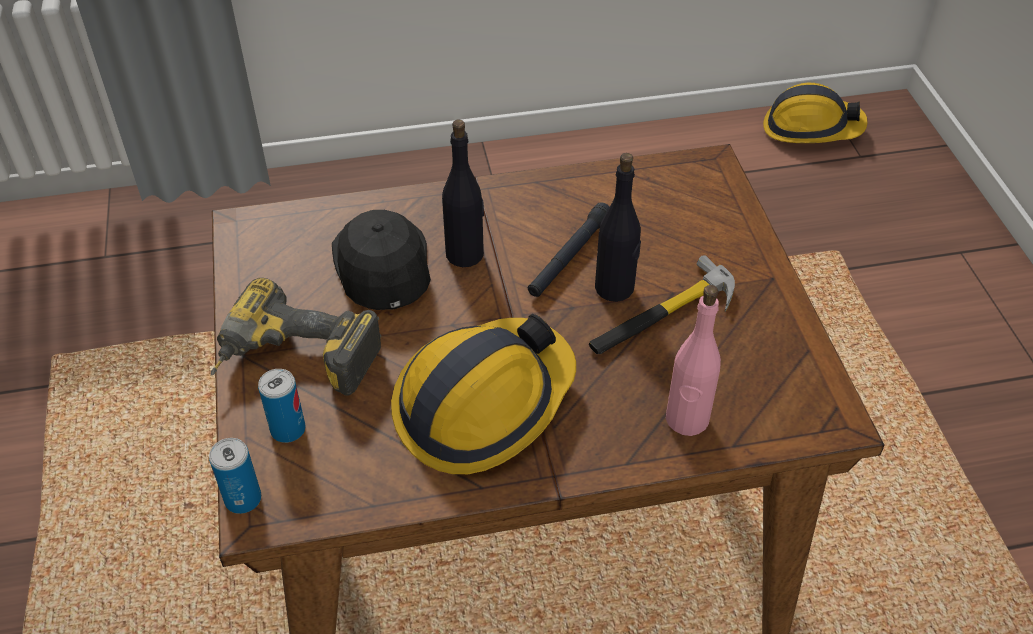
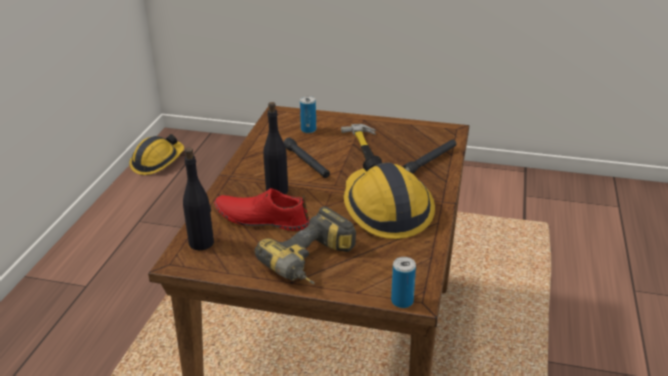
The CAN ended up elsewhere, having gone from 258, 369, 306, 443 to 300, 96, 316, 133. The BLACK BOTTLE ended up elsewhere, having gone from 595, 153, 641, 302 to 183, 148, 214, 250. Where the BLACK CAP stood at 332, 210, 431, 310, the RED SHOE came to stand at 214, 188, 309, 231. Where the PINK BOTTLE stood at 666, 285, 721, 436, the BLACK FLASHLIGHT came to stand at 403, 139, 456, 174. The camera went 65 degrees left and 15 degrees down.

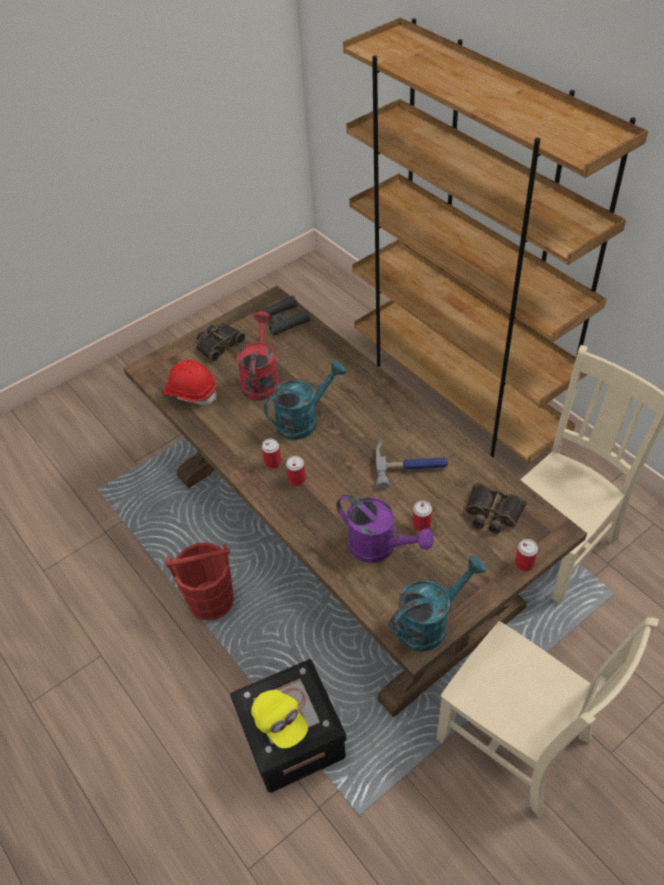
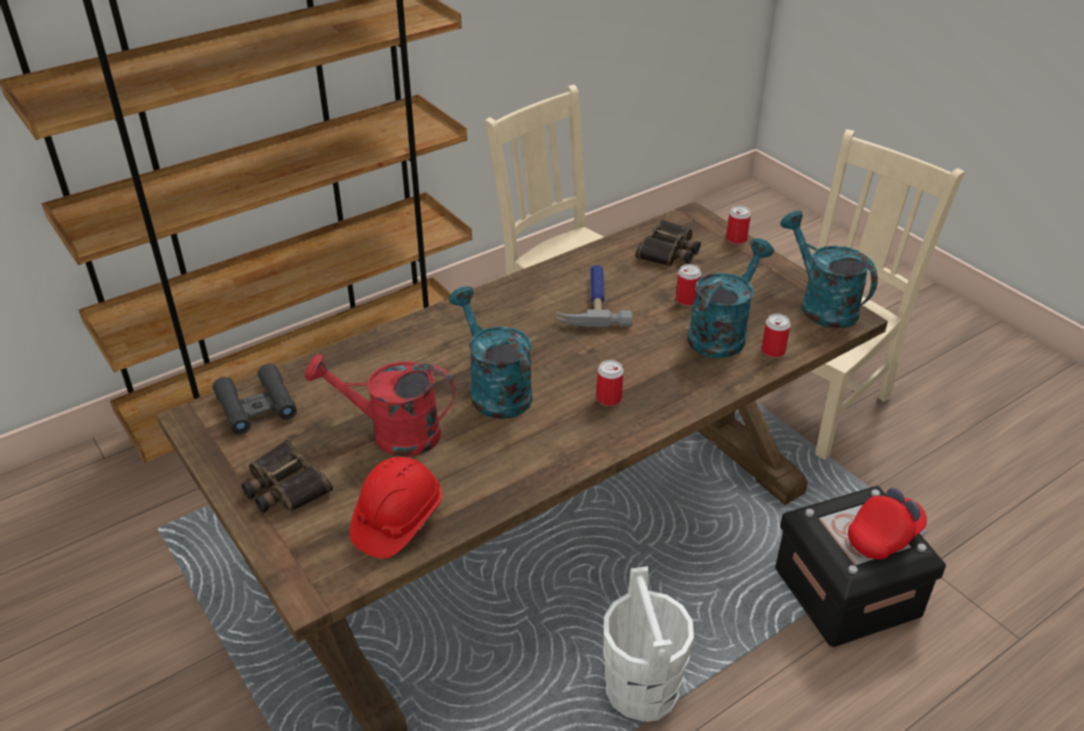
The CAN ended up elsewhere, having gone from 262, 439, 281, 468 to 761, 314, 791, 358. What was the RED BUCKET at 166, 543, 234, 620 turned into the WHITE BUCKET at 604, 566, 694, 722. What was the YELLOW CAP at 251, 690, 308, 748 turned into the RED CAP at 848, 488, 927, 559. What was the PURPLE WATERING CAN at 336, 495, 434, 563 turned into the TURQUOISE WATERING CAN at 687, 238, 774, 358. The camera went 90 degrees left and 10 degrees down.

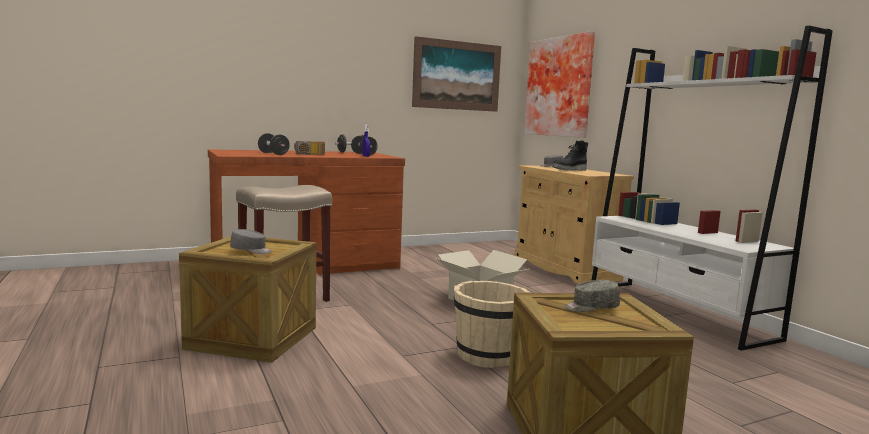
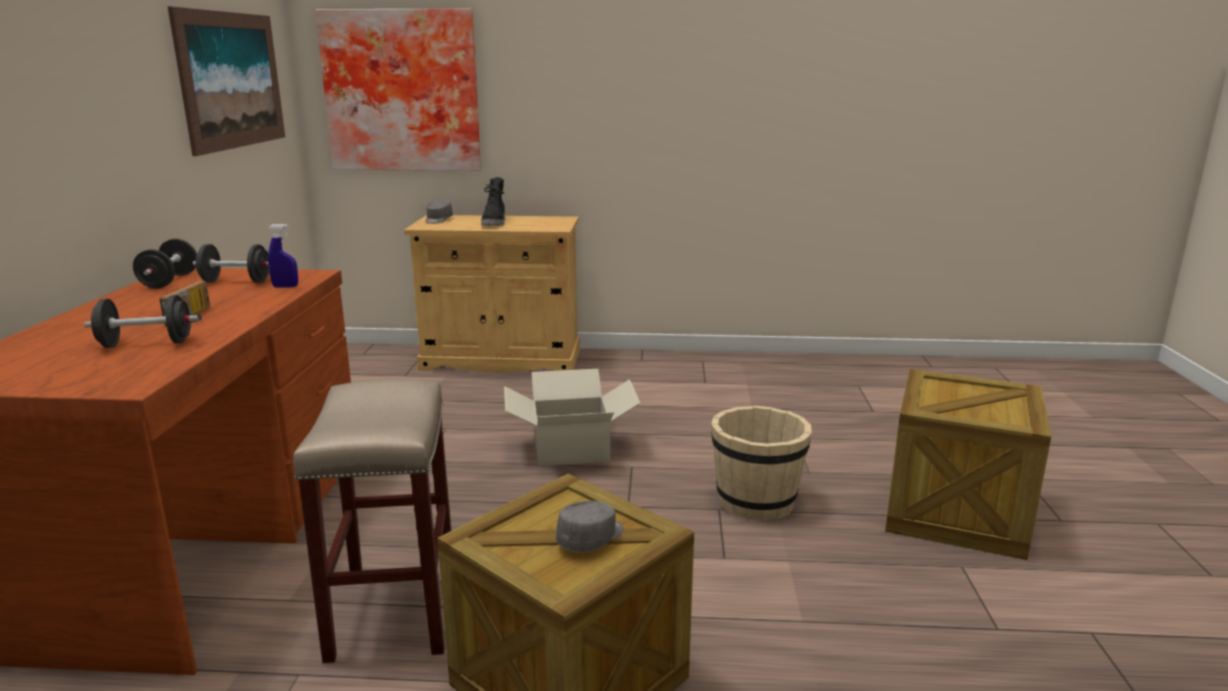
The second view lost the GREY CAP at 564, 280, 620, 312. The second view lost the WHITE BOOKCASE at 591, 25, 833, 351. The camera went 60 degrees left and 10 degrees up.

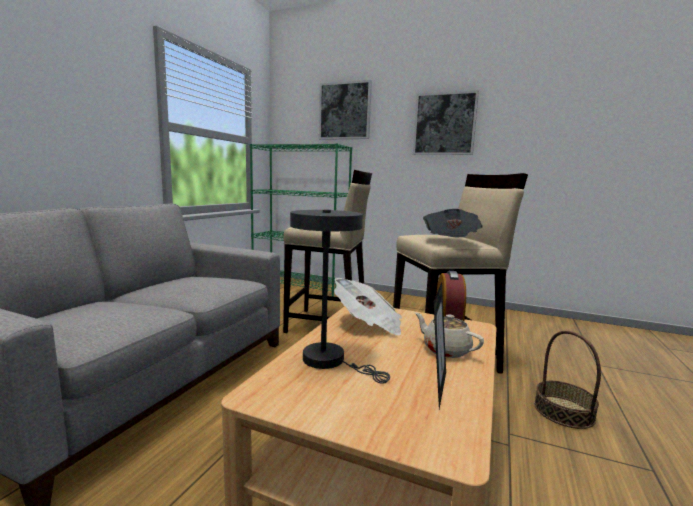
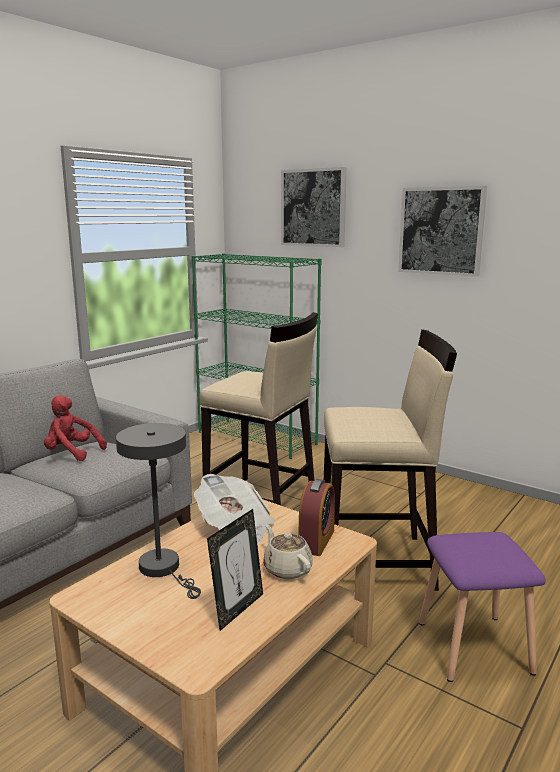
The second view lost the NEWSPAPER at 423, 209, 483, 237. The second view gained the RED PLUSH TOY at 44, 395, 107, 461. Where the BASKET stood at 534, 331, 601, 429, the PURPLE STOOL came to stand at 419, 532, 546, 682. The camera went 15 degrees right and 5 degrees up.

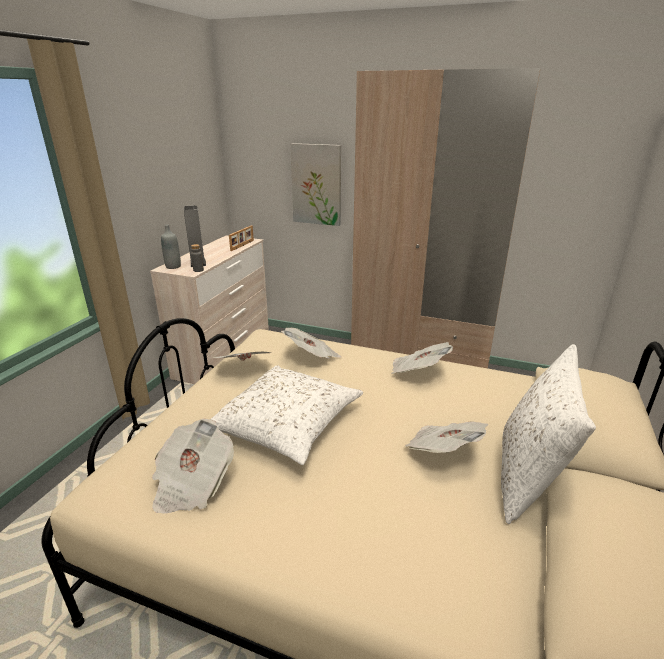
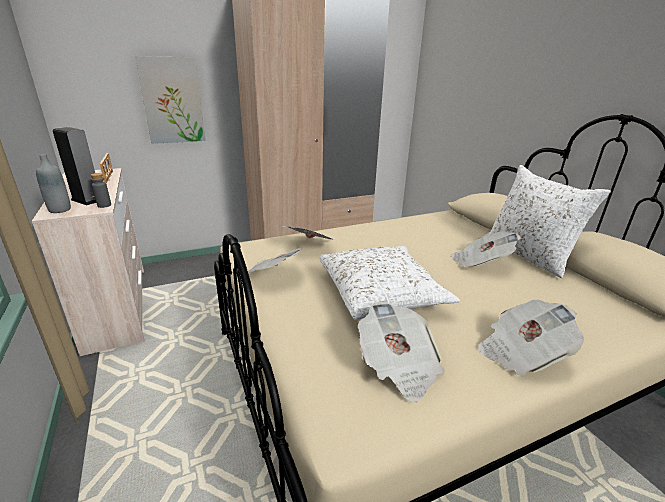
The NEWSPAPER ended up elsewhere, having gone from 391, 342, 453, 374 to 478, 299, 584, 376. The camera went 45 degrees left and 0 degrees up.

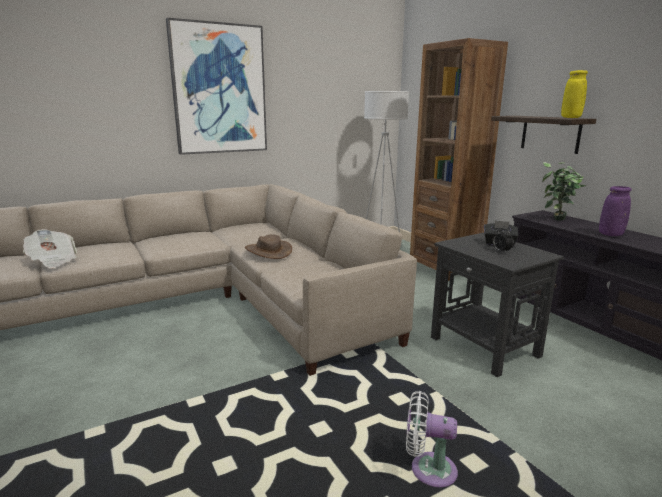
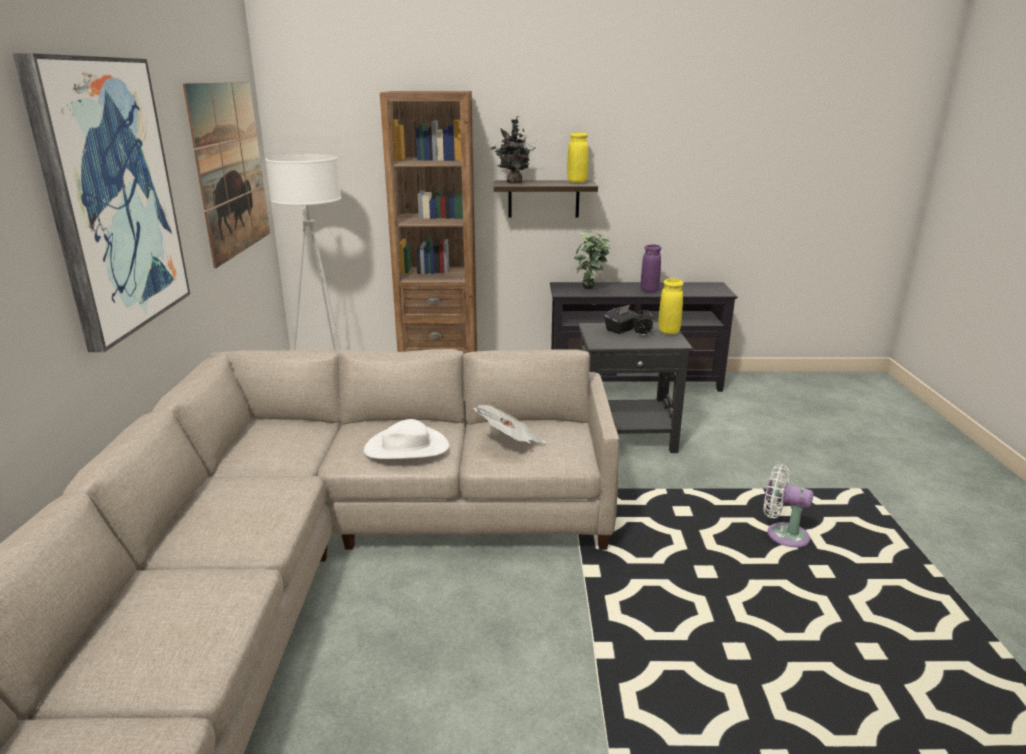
The second view gained the PICTURE at 183, 82, 270, 268. The second view gained the POTTED PLANT at 490, 116, 536, 184. The second view gained the YELLOW VASE at 658, 278, 684, 334. The NEWSPAPER ended up elsewhere, having gone from 23, 229, 77, 268 to 473, 405, 546, 443. What was the BROWN HAT at 245, 234, 292, 259 turned into the WHITE HAT at 363, 419, 449, 459. The WHITE FAN at 406, 391, 458, 488 ended up facing another way, 75 degrees clockwise from before. The camera went 60 degrees left and 5 degrees up.

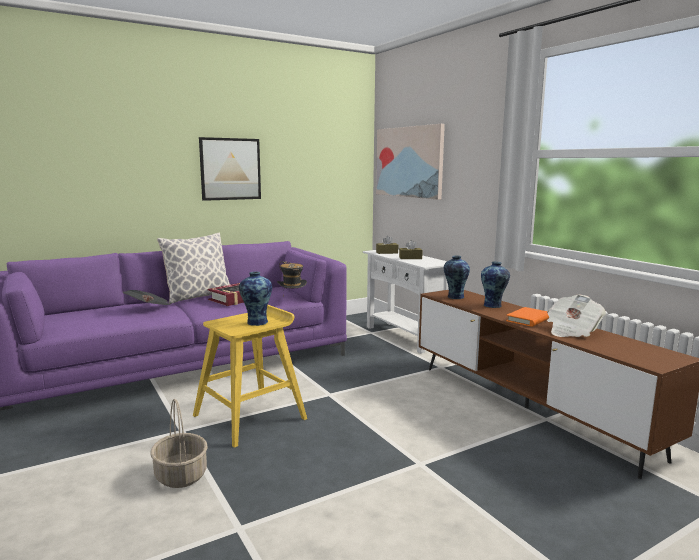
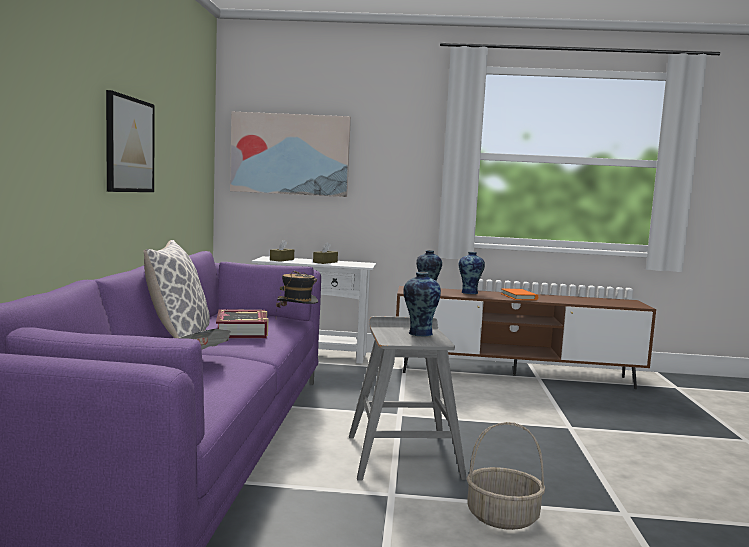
The second view lost the NEWSPAPER at 547, 295, 606, 337. What was the YELLOW STOOL at 193, 305, 307, 448 turned into the GREY STOOL at 349, 316, 467, 481. The camera went 55 degrees left and 5 degrees down.

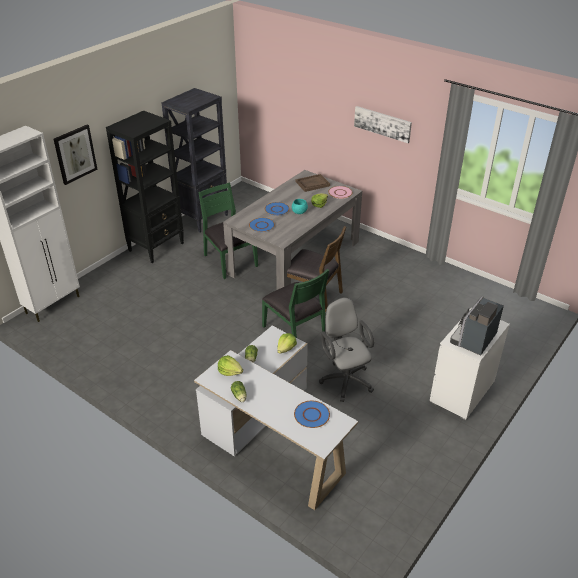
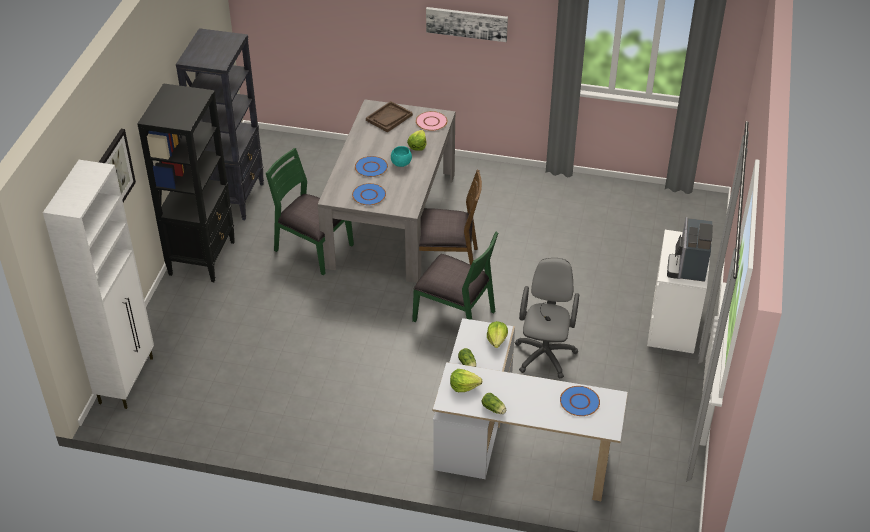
The GREY OFFICE CHAIR at 319, 297, 374, 402 ended up facing another way, 60 degrees clockwise from before. The camera went 25 degrees left and 5 degrees up.

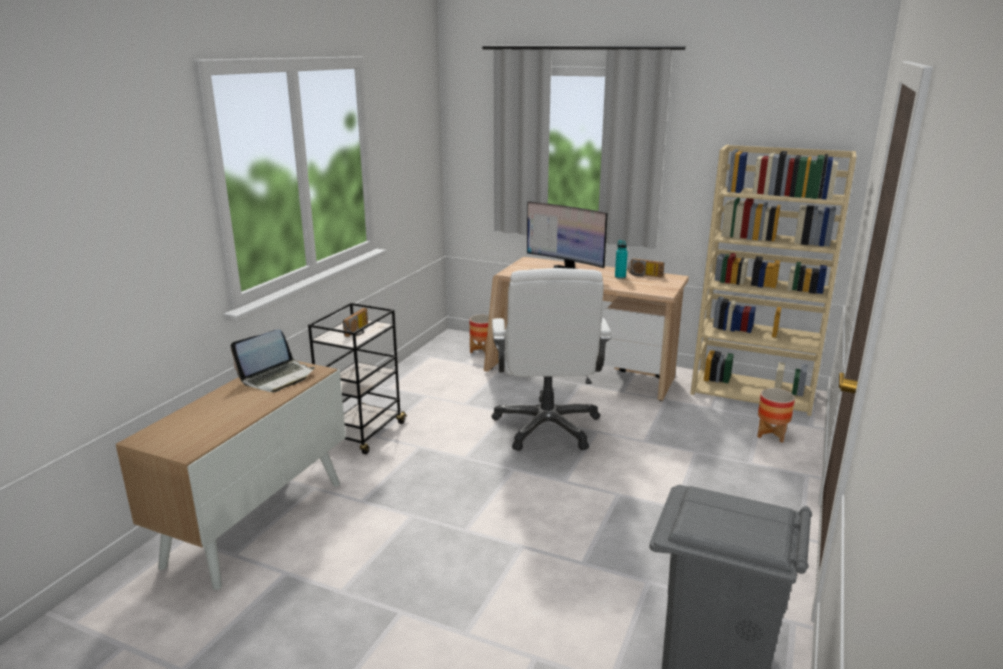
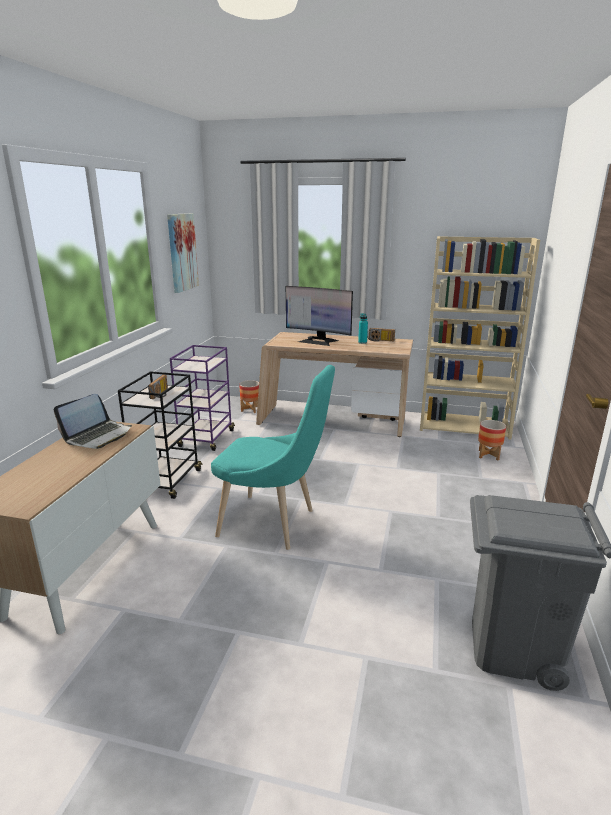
The second view lost the WHITE OFFICE CHAIR at 491, 268, 612, 451. The second view gained the PICTURE at 167, 213, 199, 293. The second view gained the PURPLE CART at 170, 345, 235, 451. The second view gained the TURQUOISE CHAIR at 211, 365, 335, 550. The camera went 10 degrees left and 0 degrees up.

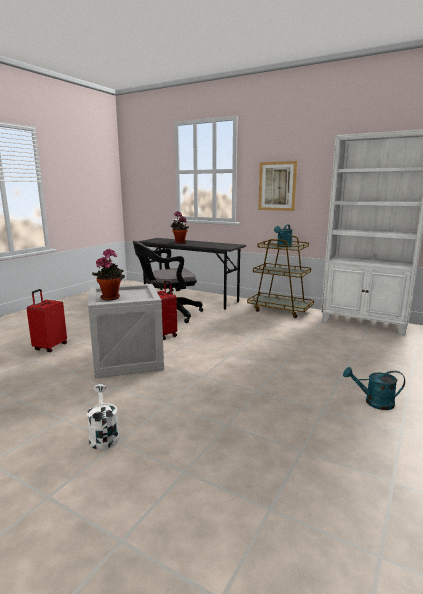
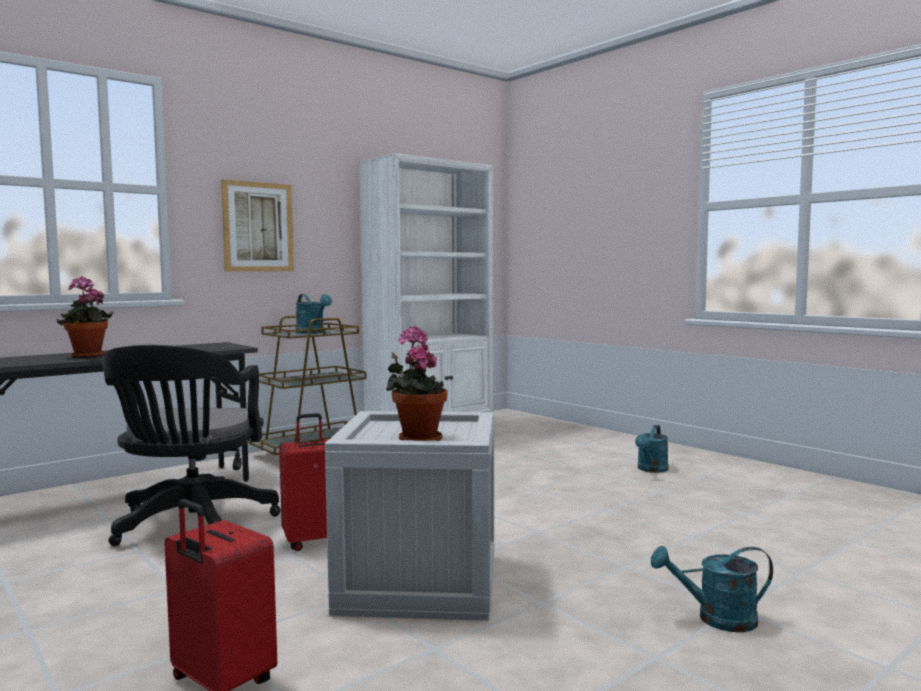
What was the WHITE WATERING CAN at 87, 384, 120, 450 turned into the TURQUOISE WATERING CAN at 651, 546, 773, 632. The camera went 70 degrees left and 10 degrees down.

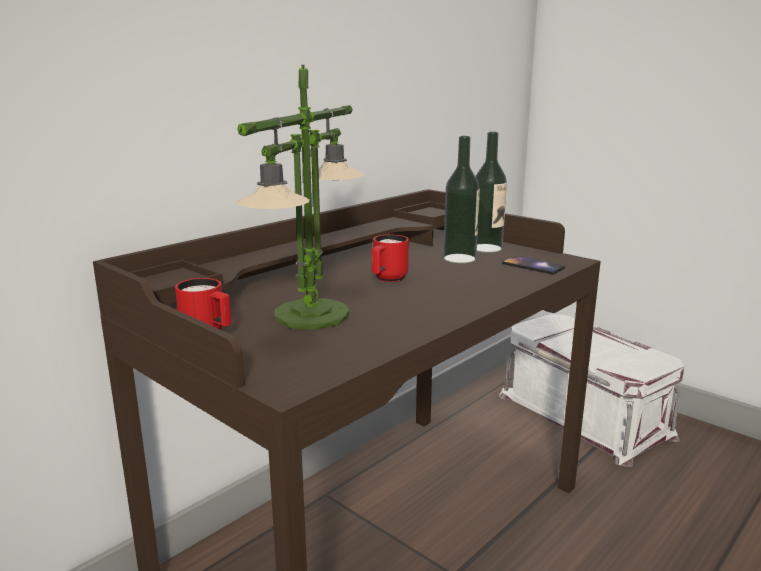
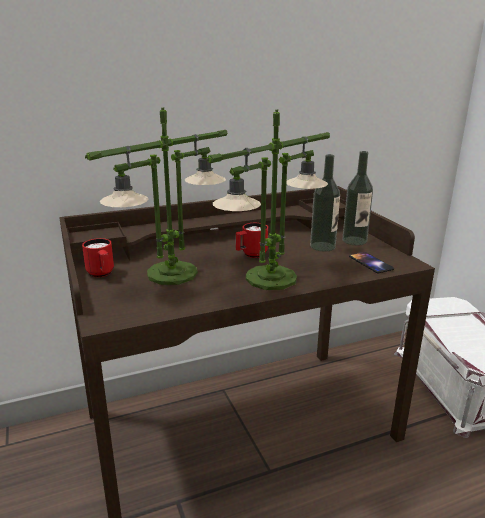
The second view gained the TABLE LAMP at 207, 110, 330, 290. The camera went 25 degrees right and 5 degrees up.

